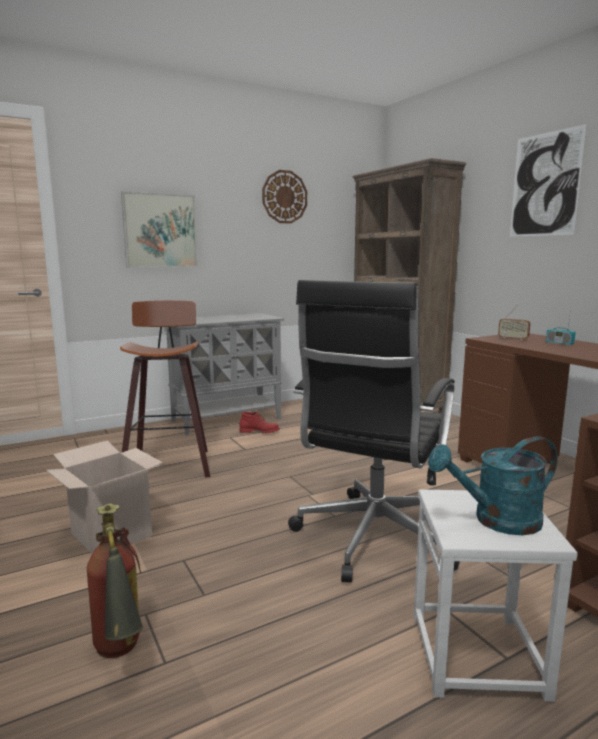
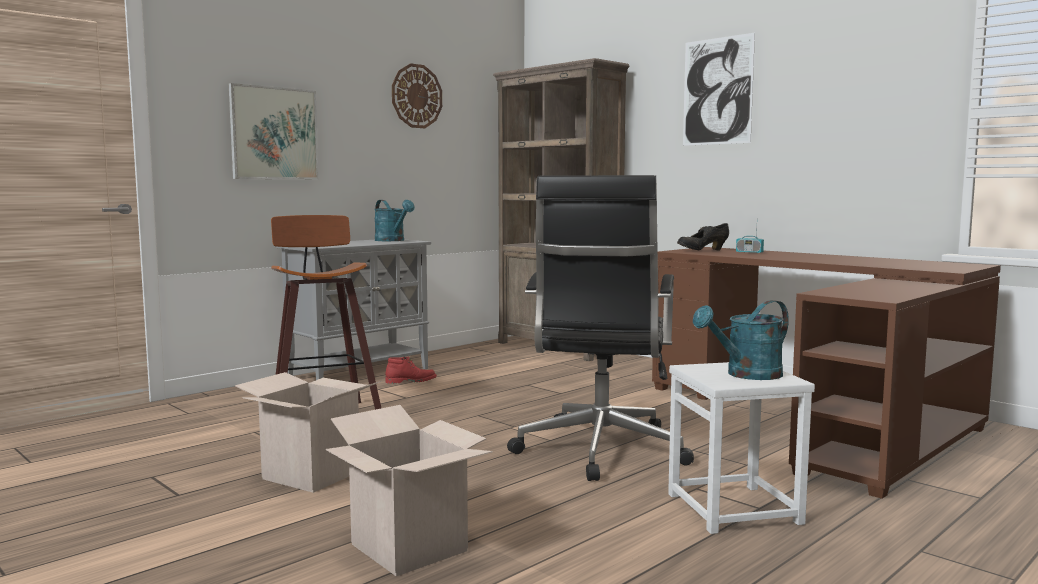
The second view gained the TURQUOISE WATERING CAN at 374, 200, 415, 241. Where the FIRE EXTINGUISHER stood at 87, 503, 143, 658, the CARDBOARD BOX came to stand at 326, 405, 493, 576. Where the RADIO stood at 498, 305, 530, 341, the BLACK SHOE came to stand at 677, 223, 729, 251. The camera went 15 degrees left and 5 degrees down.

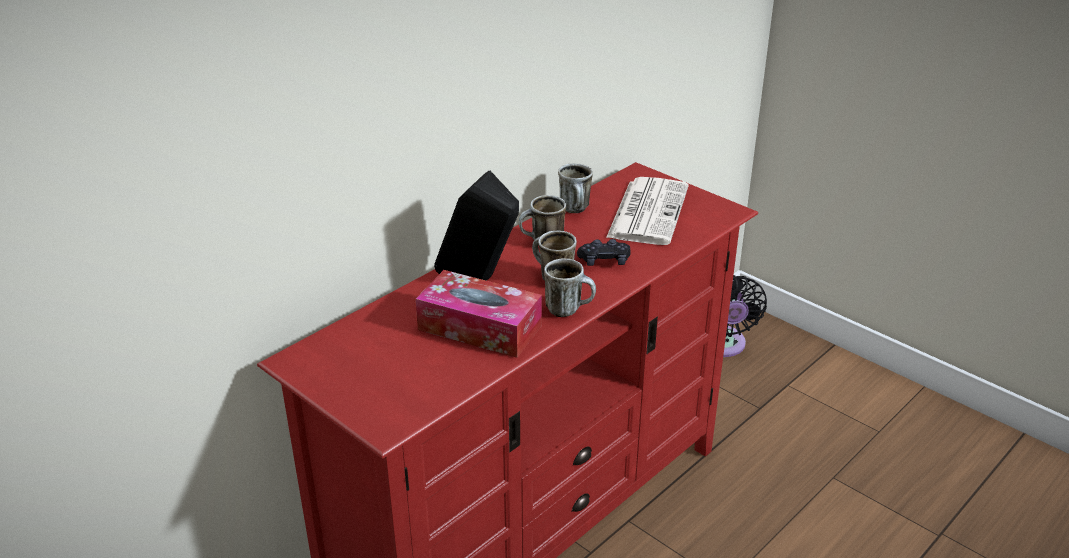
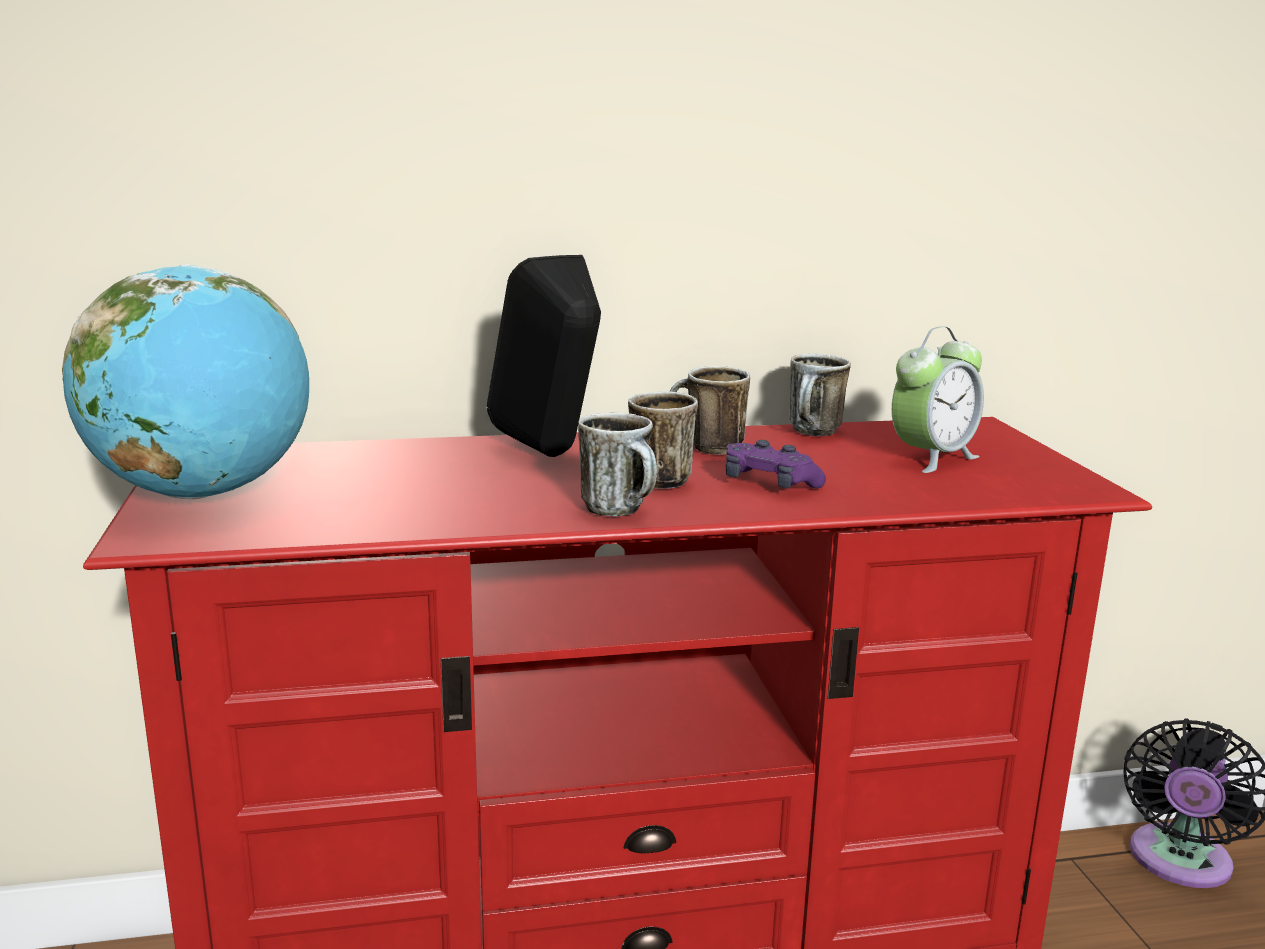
The second view lost the TISSUE BOX at 416, 270, 542, 358. The second view gained the GLOBE at 62, 264, 309, 499. Where the NEWSPAPER stood at 606, 177, 689, 245, the ALARM CLOCK came to stand at 891, 326, 984, 473. What was the BLACK GAME CONTROLLER at 577, 239, 631, 266 turned into the PURPLE GAME CONTROLLER at 726, 440, 826, 489. The camera went 35 degrees right and 15 degrees down.

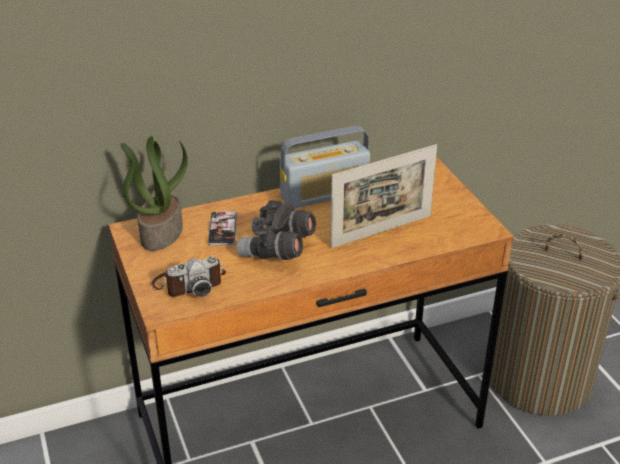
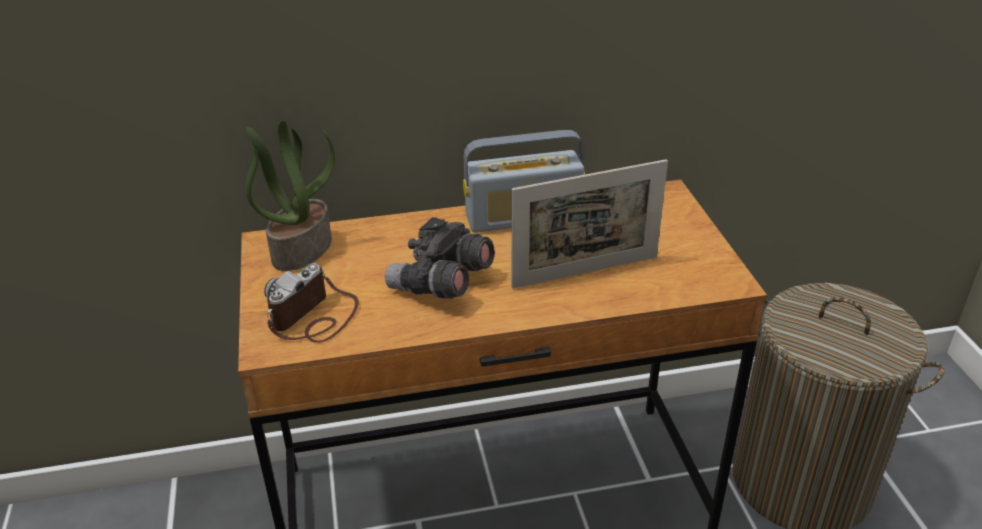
The second view lost the PHONE at 208, 211, 237, 245. The PHOTO CAMERA at 152, 256, 226, 297 ended up facing another way, 135 degrees clockwise from before. The camera went 10 degrees right and 0 degrees up.

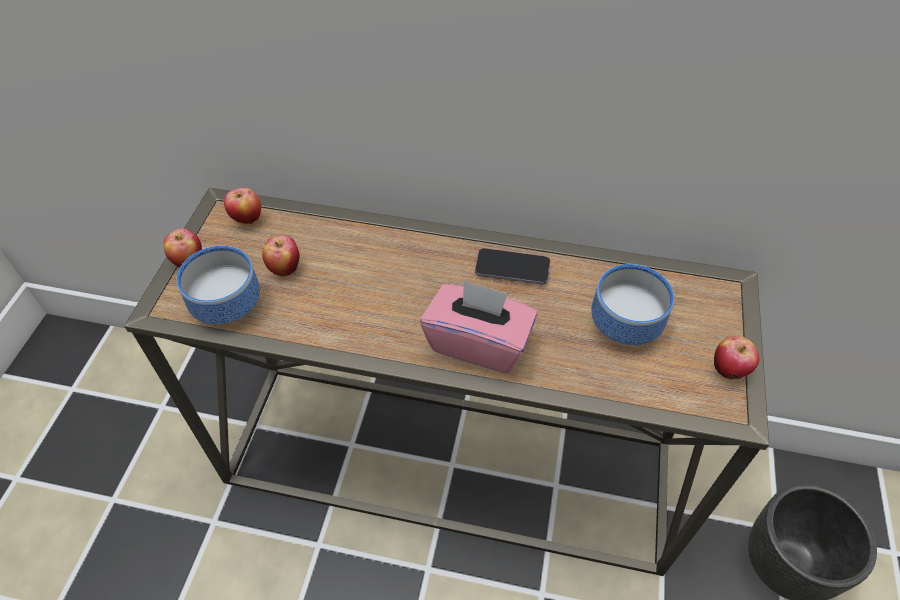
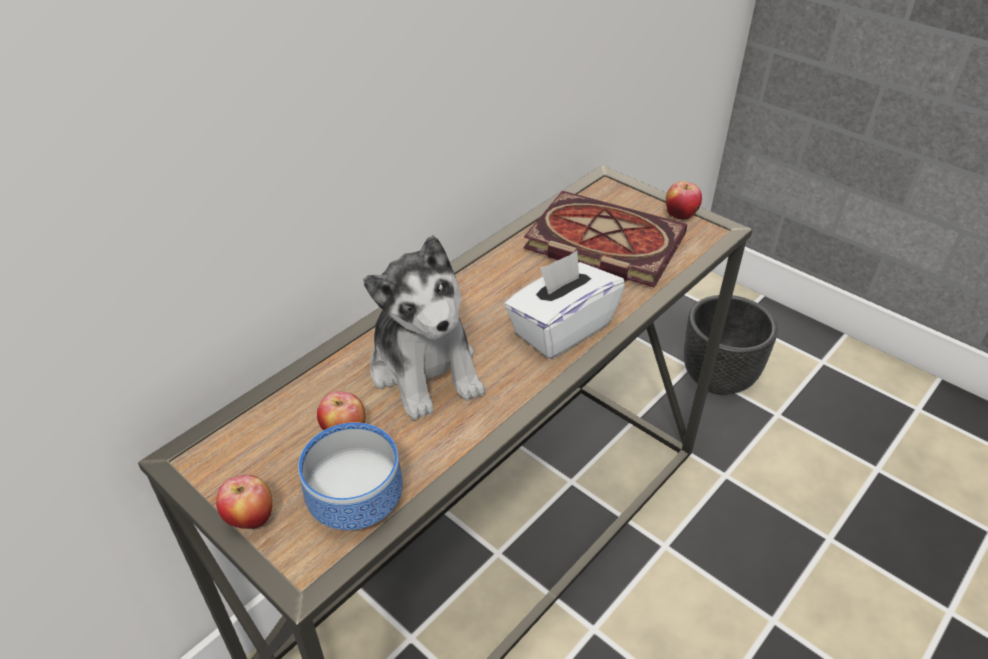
The second view lost the APPLE at 224, 187, 261, 224. The second view lost the PHONE at 475, 248, 550, 284. The second view gained the PLUSH TOY at 363, 235, 485, 420. Where the BOWL stood at 591, 264, 674, 345, the BOOK came to stand at 524, 191, 687, 287. What was the PINK TISSUE BOX at 420, 279, 537, 373 turned into the WHITE TISSUE BOX at 504, 251, 625, 359. The camera went 60 degrees left and 10 degrees down.

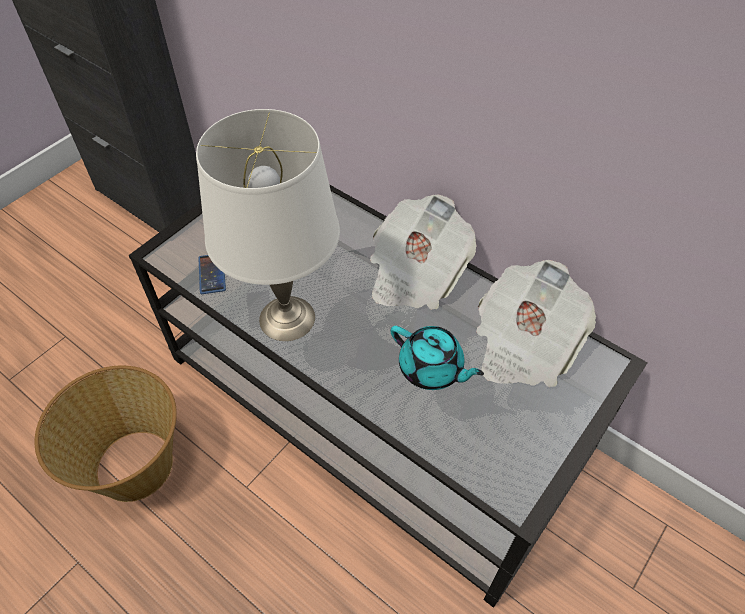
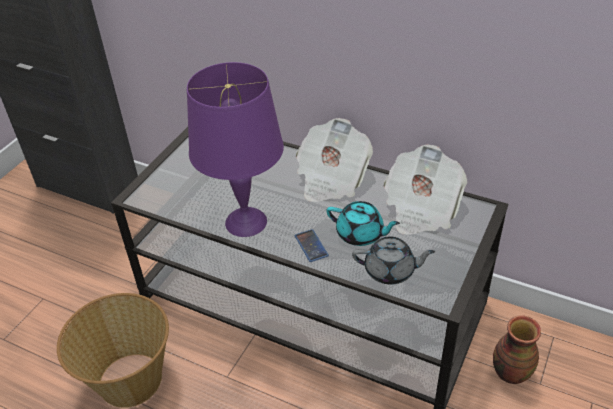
The second view gained the GREY TEAPOT at 352, 236, 435, 285. The second view gained the VASE at 493, 315, 541, 384. The PHONE ended up elsewhere, having gone from 198, 255, 226, 294 to 295, 229, 329, 262. What was the WHITE TABLE LAMP at 196, 109, 340, 341 turned into the PURPLE TABLE LAMP at 187, 62, 284, 237. The camera went 10 degrees left and 10 degrees down.

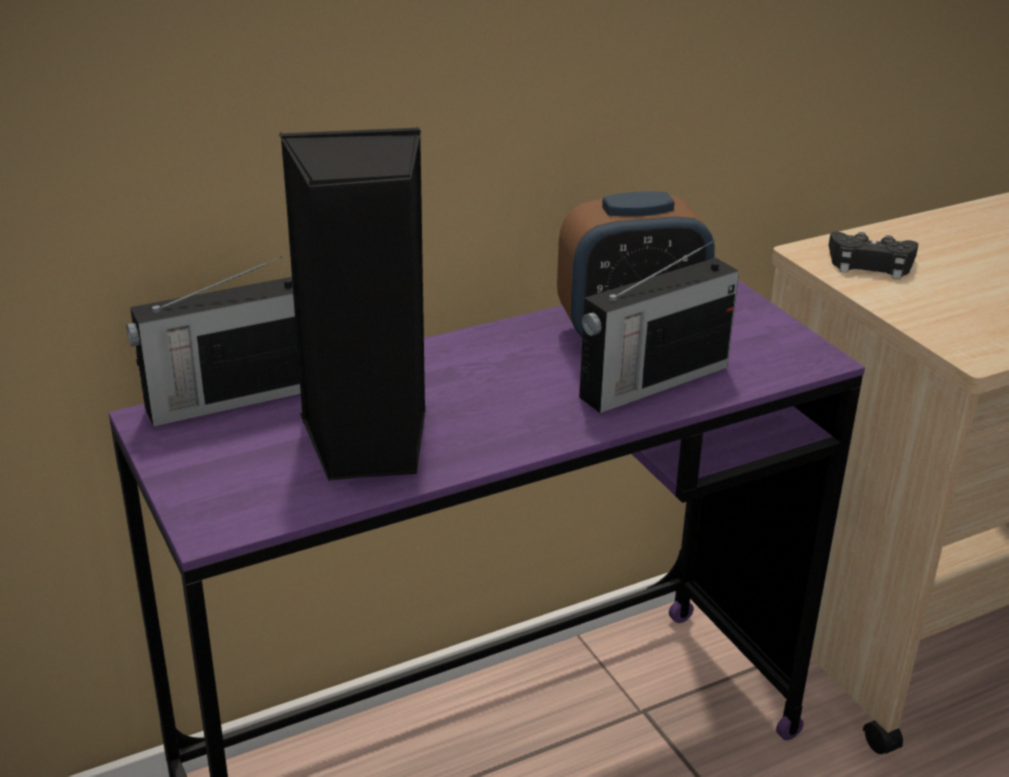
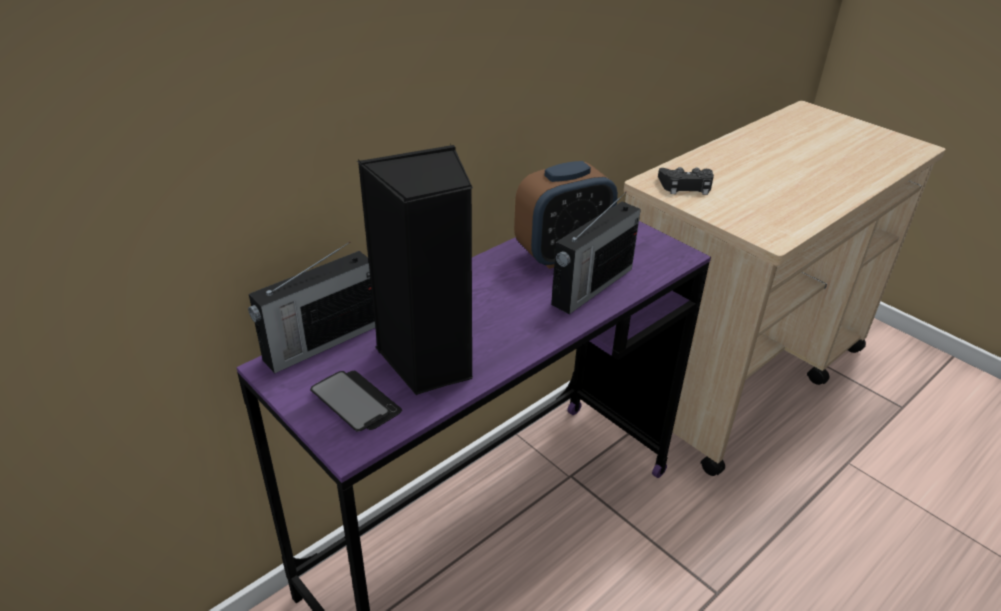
The second view gained the PHONE at 310, 371, 402, 432. The camera went 15 degrees left and 5 degrees up.

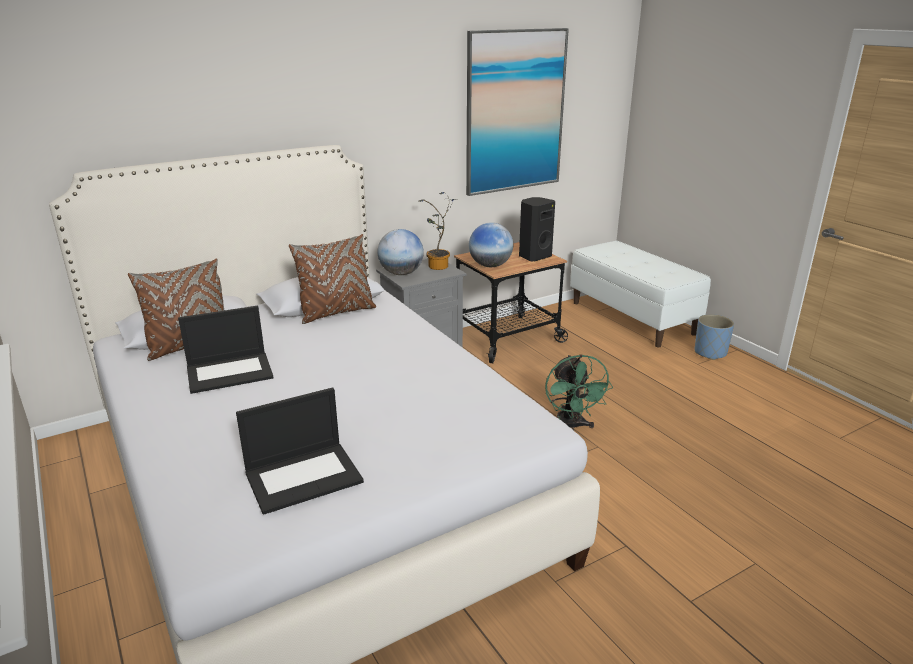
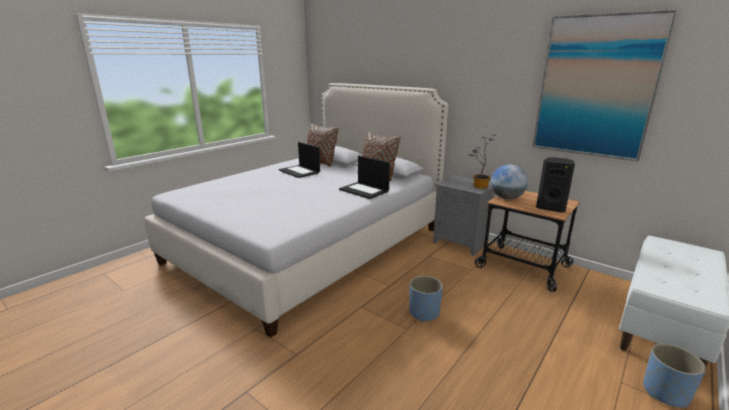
The second view lost the GLOBE at 378, 229, 424, 275. The LAPTOP ended up elsewhere, having gone from 236, 387, 364, 515 to 339, 156, 390, 199. Where the GREEN FAN stood at 545, 354, 613, 430, the BLUE PLANTER came to stand at 410, 276, 443, 322. The camera went 70 degrees right and 5 degrees down.

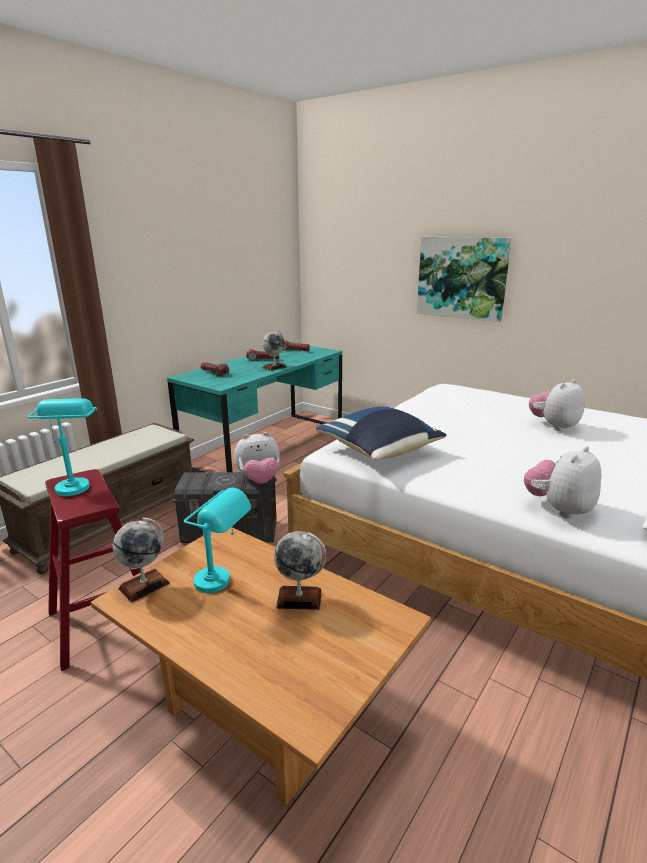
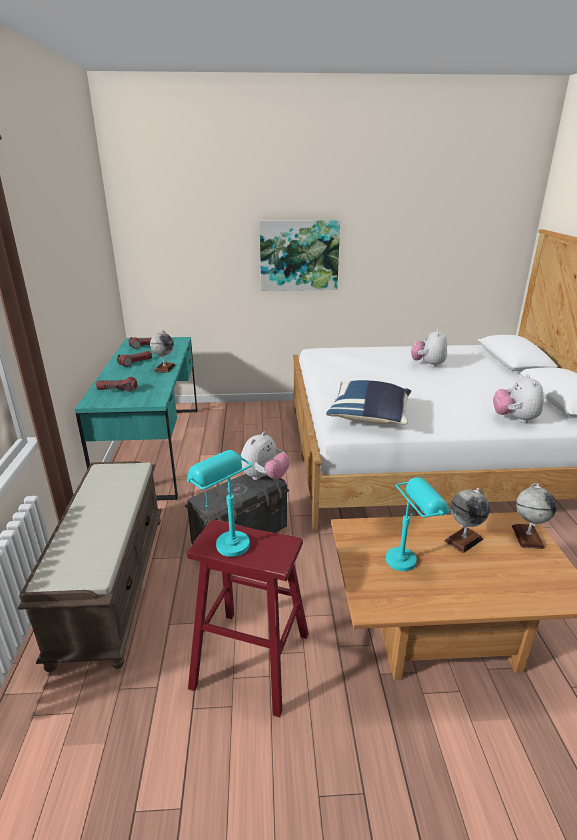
The GLOBE ended up elsewhere, having gone from 113, 518, 170, 603 to 512, 483, 557, 549. The camera went 40 degrees left and 5 degrees up.

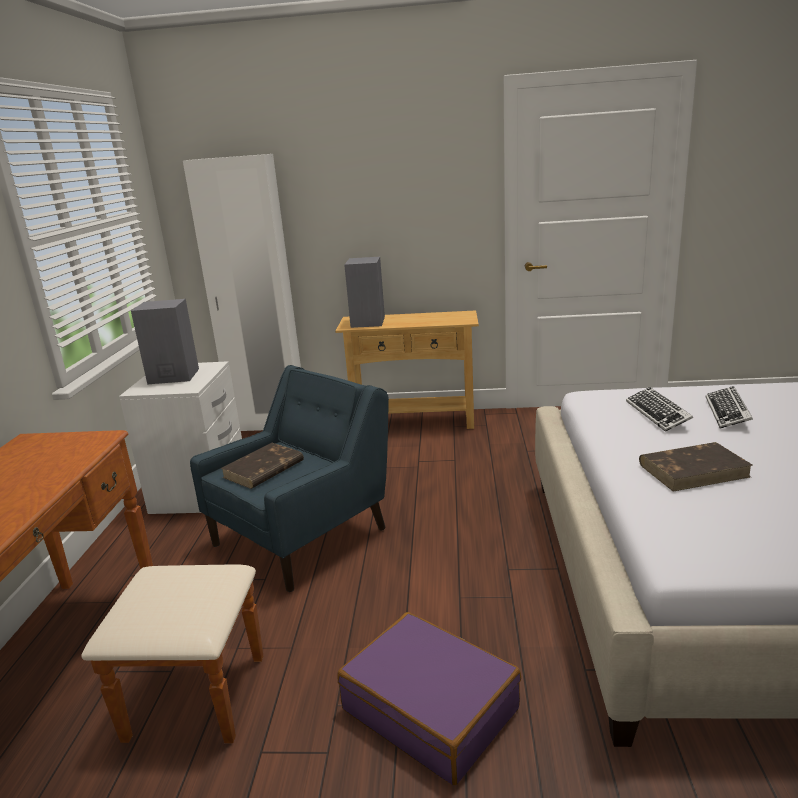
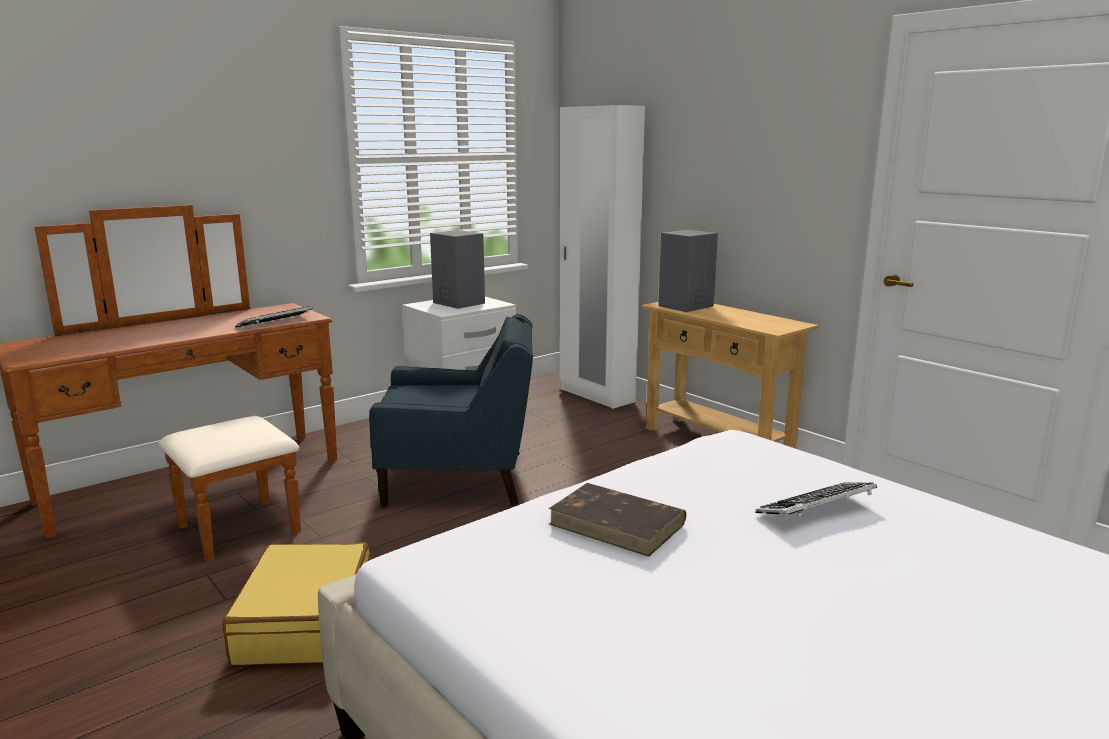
The second view lost the BROWN BOOK at 221, 443, 304, 489. The KEYBOARD ended up elsewhere, having gone from 626, 387, 693, 432 to 235, 306, 313, 328. What was the PURPLE SUITCASE at 337, 612, 521, 785 turned into the YELLOW SUITCASE at 223, 542, 370, 666. The camera went 45 degrees right and 5 degrees down.

